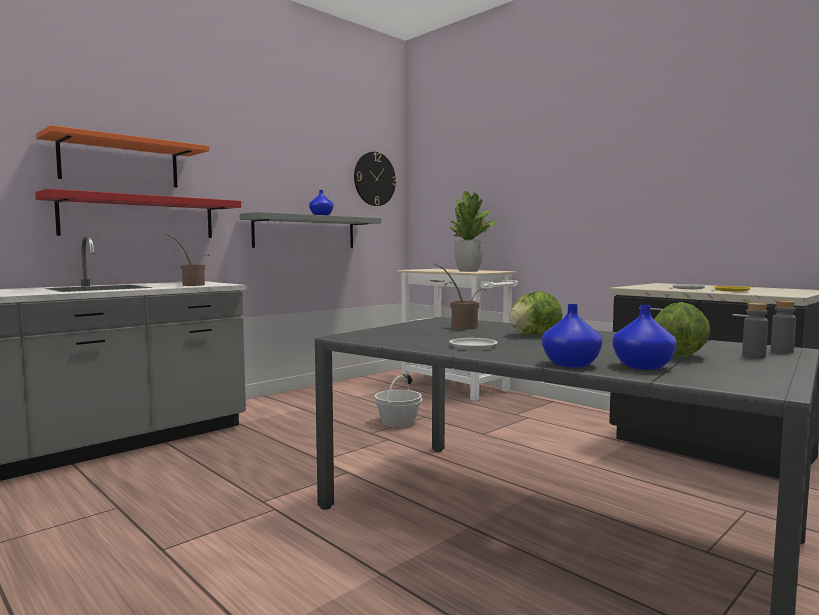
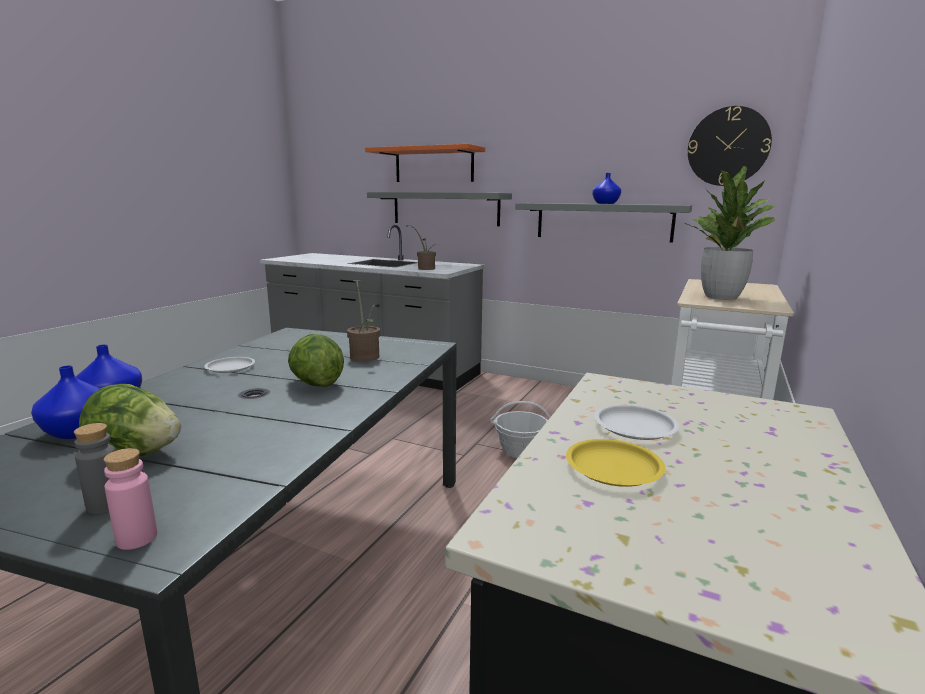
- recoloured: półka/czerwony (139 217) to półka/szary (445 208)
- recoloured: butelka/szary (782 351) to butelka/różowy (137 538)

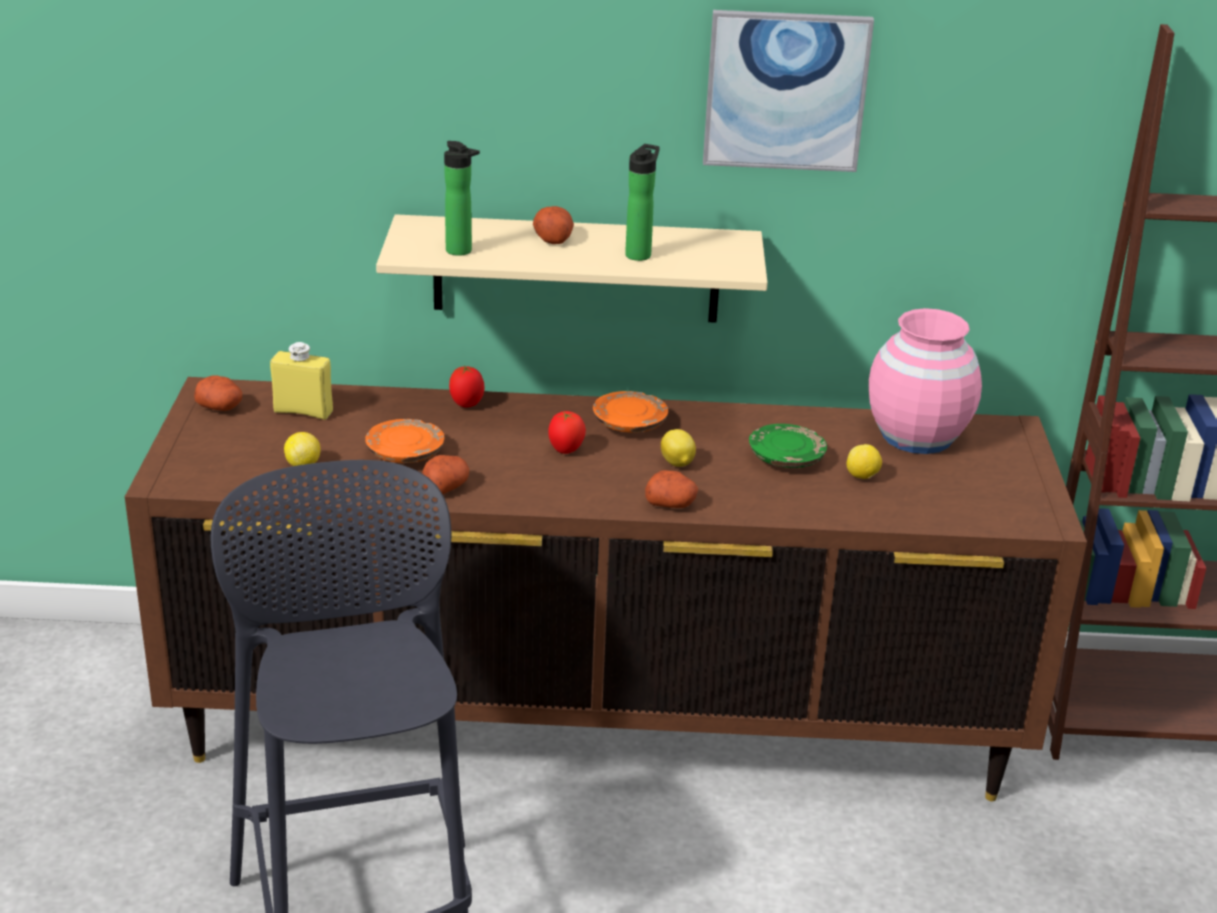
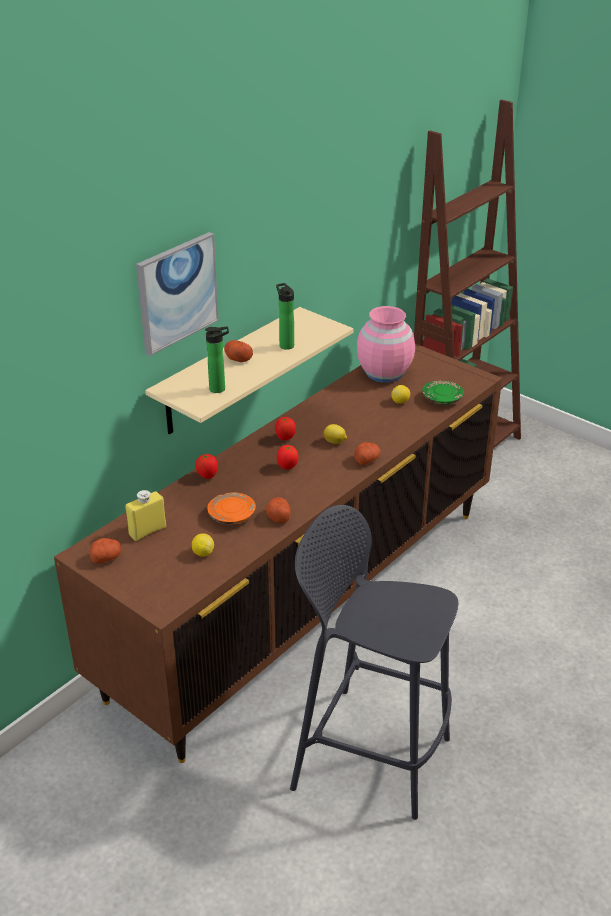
- moved: obraz (785 90) to (177 292)
- moved: talerz/zielony (786 458) to (442 399)
- replaced: talerz/pomarańczowy (629 424) to pomidor (285 438)

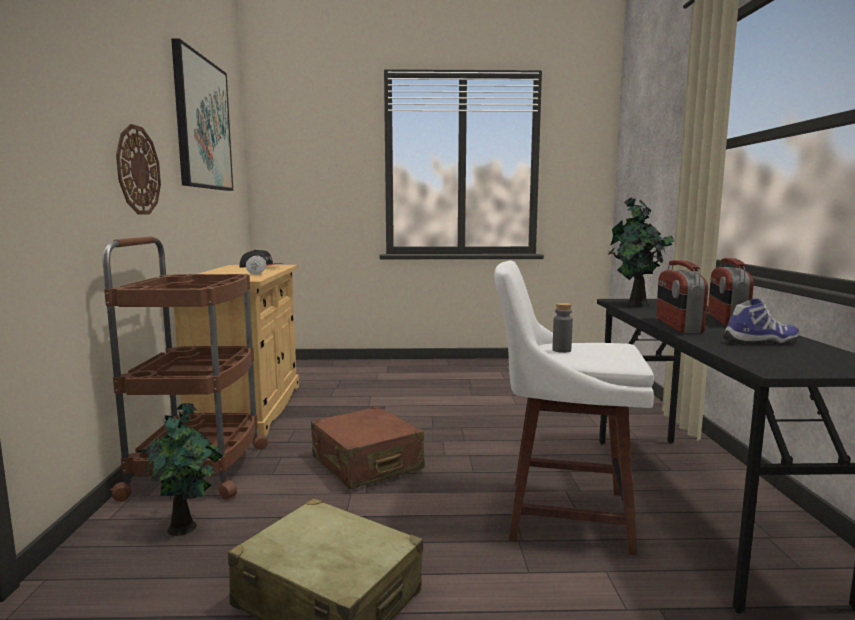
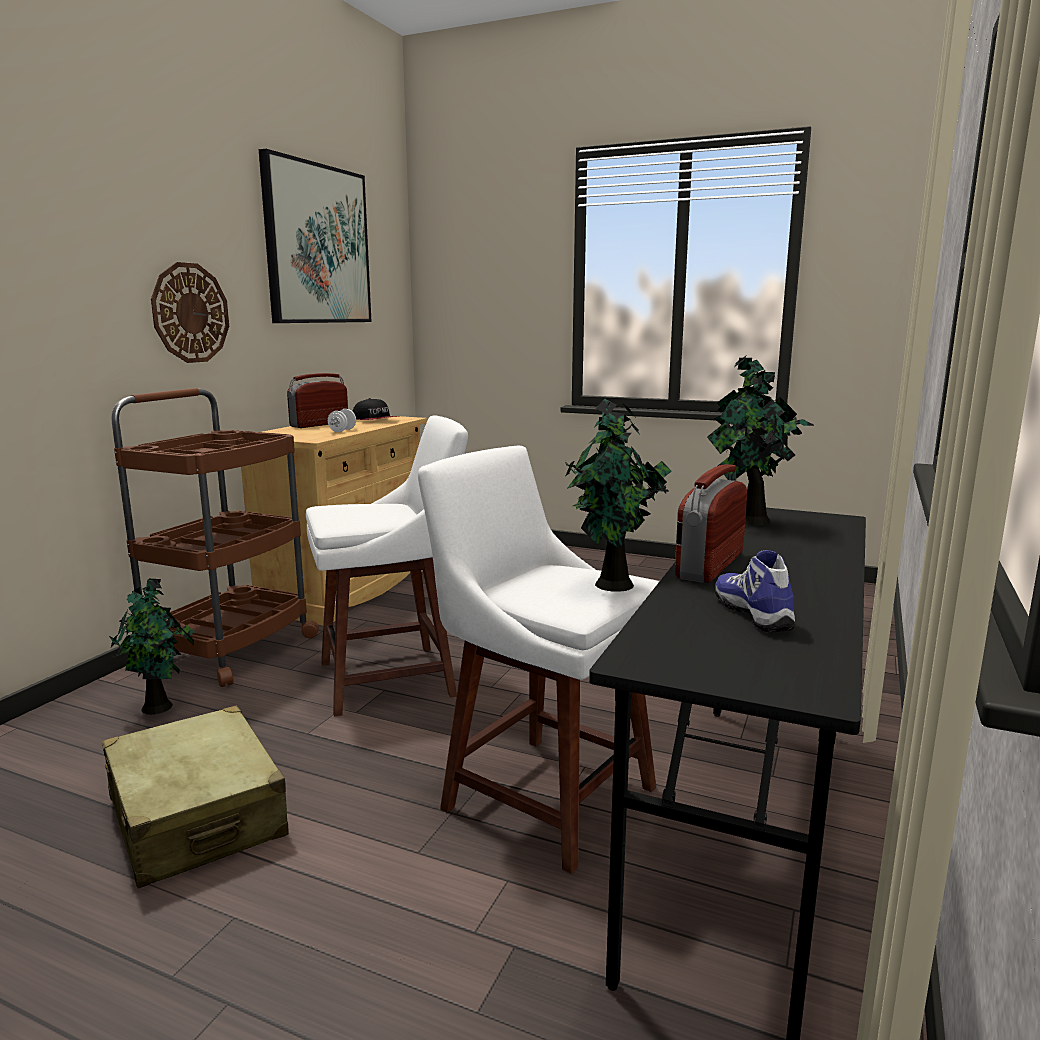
- removed: butelka/szary (561 350)
- added: roślina doniczkowa (614 586)
- moved: radio (726 320) to (319 424)
- replaced: walizka/brązowy (366 463) to stołek/biały (394 677)
- turned: but (761 342) = (755 613) 120 degrees counterclockwise

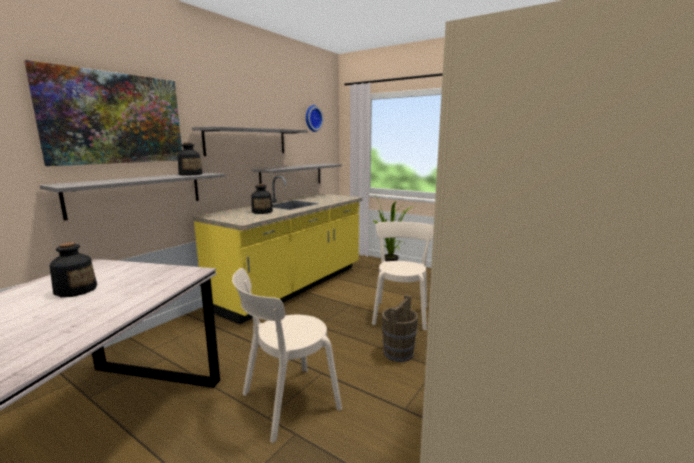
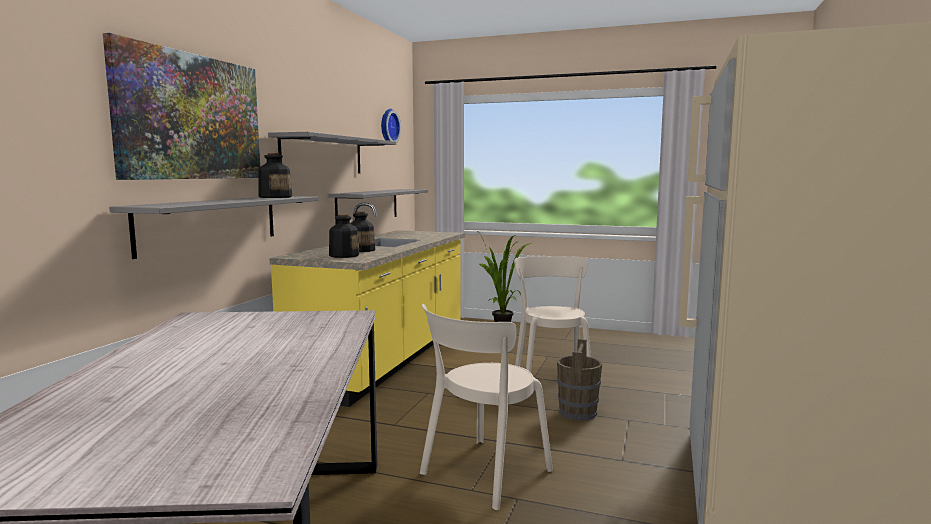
- moved: butelka (76 290) to (344 255)

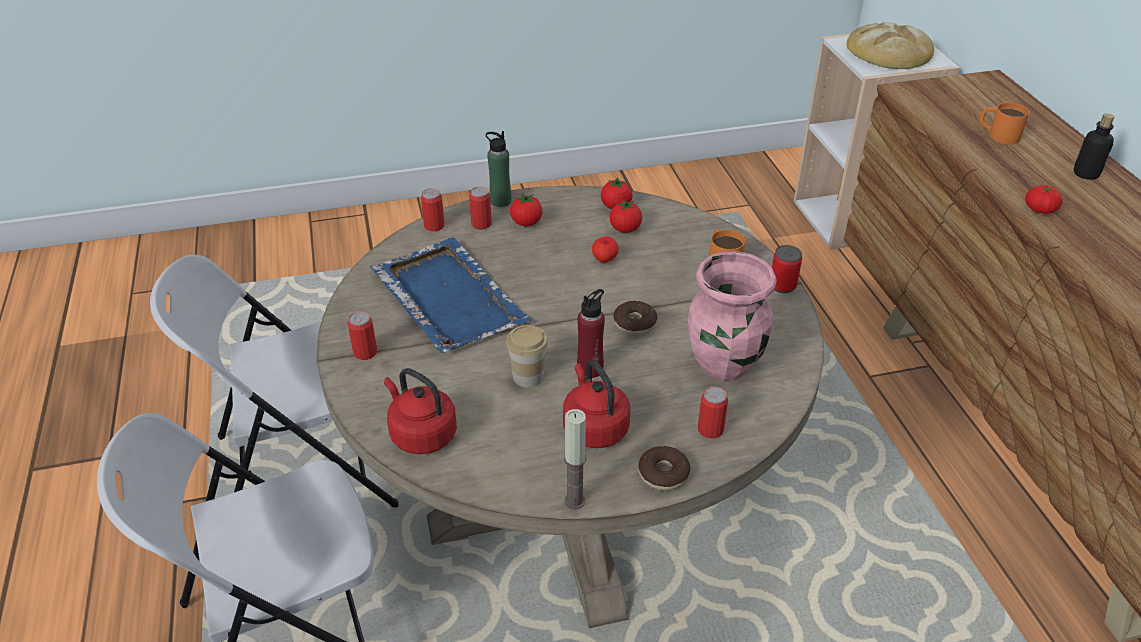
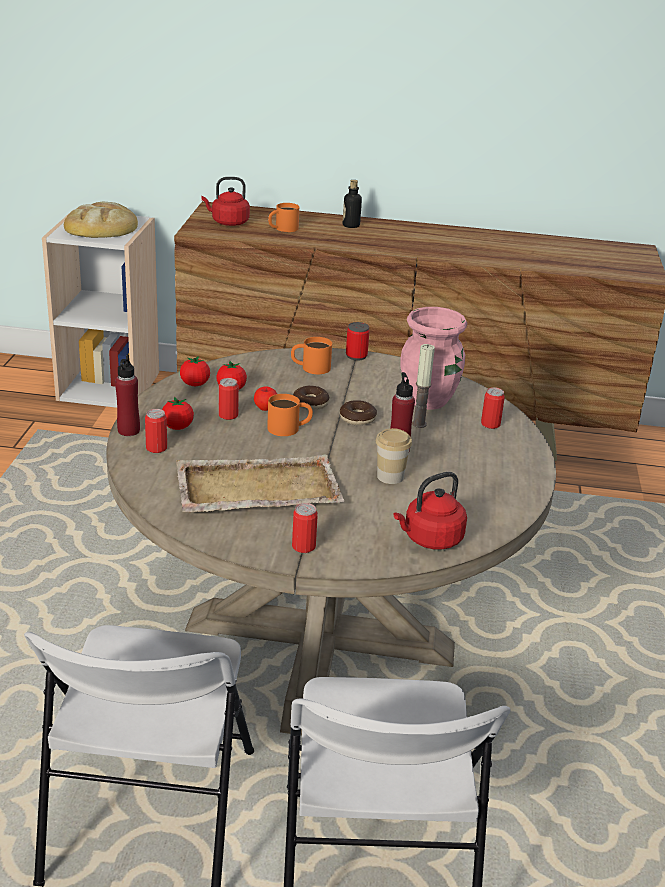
- removed: pomidor (1039 209)
- added: kubek/pomarańczowy (289 428)
- moved: puszka (434 226) to (228 415)
- moved: czajnik/czerwony (594 427) to (228 222)
- moved: świeca (575 501) to (419 424)
- moved: donut (663 474) to (310 403)
- recoloured: taca/niebieski (448 297) to taca/beżowy (256 488)
- recoloured: butelka/zielony (500 201) to butelka/czerwony (128 430)

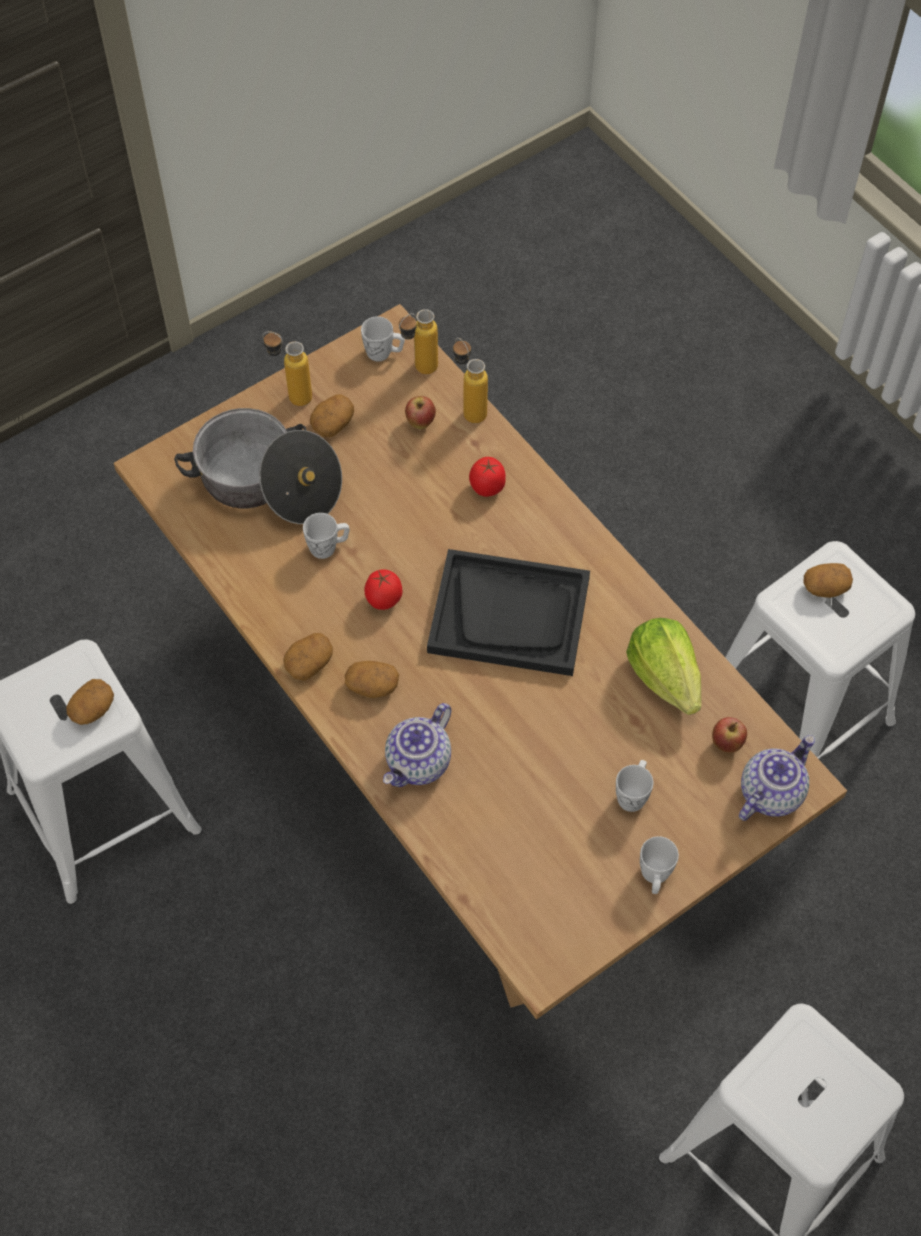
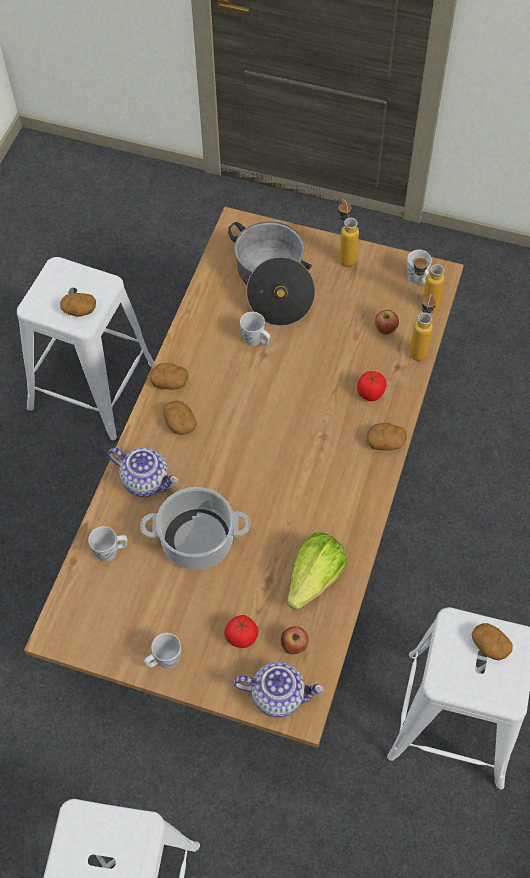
- removed: taca/czarny (509 615)
- added: garnek (198 540)
- moved: ziemniak (332 423) to (385 442)
- moved: pomidor (383 600) to (241 637)
- moved: kubek/biały (633 794) to (111 551)
- turned: imbryk (419 763) = (146 480) 150 degrees counterclockwise

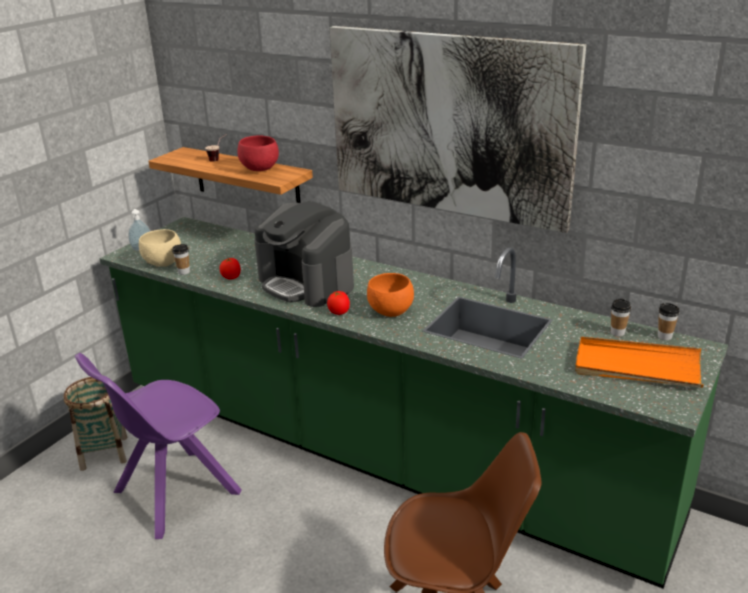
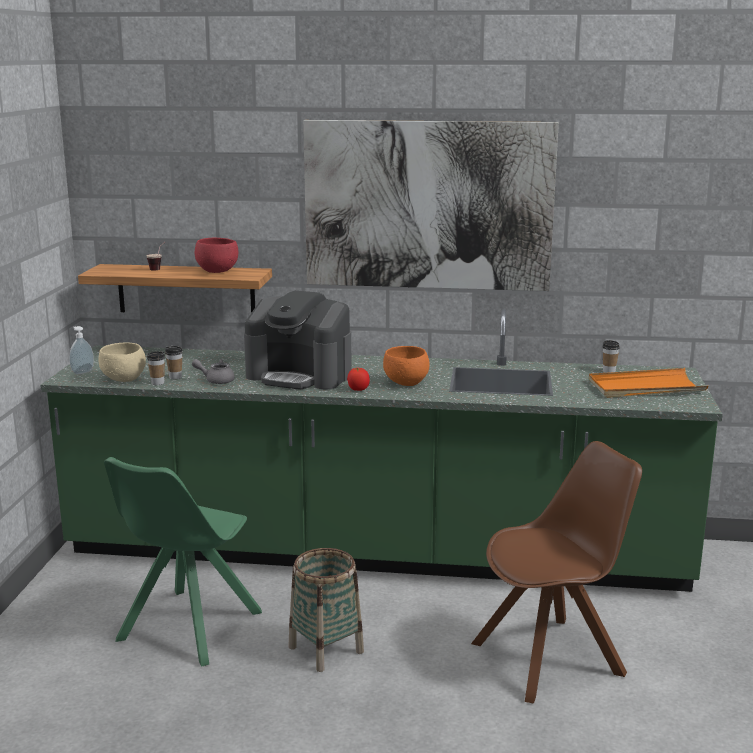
- moved: koszyk (104 453) to (326 649)
- moved: filiżanka (664 336) to (175 377)
- replaced: pomidor (231 277) to imbryk/szary (216 380)
- recoloured: krzesło/fioletowy (173 493) to krzesło/zielony (187 628)

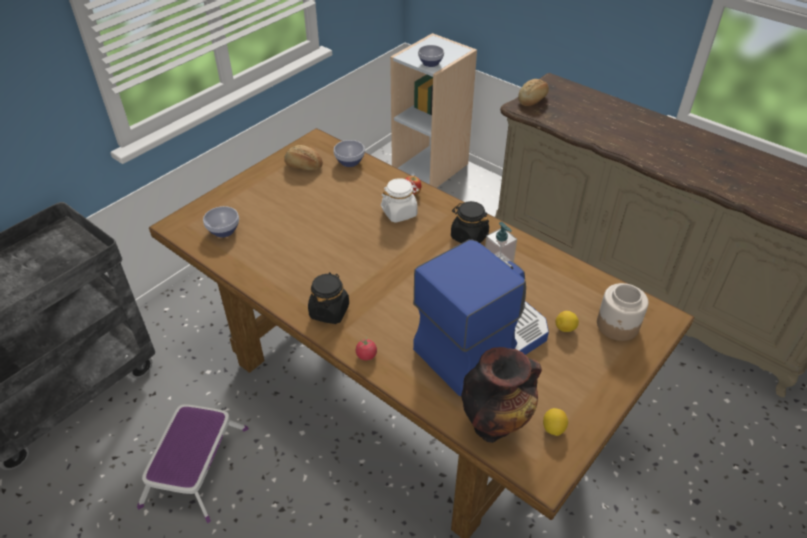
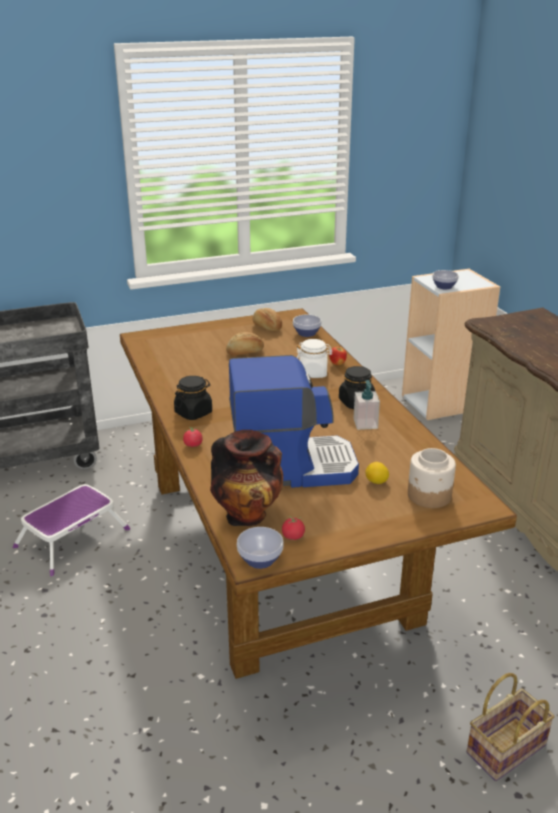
- added: koszyk (506 751)
- moved: miska (225 231) to (261 560)
- moved: chleb (533 99) to (245 352)
- replaced: cytryna (553 428) to pomidor (293 536)

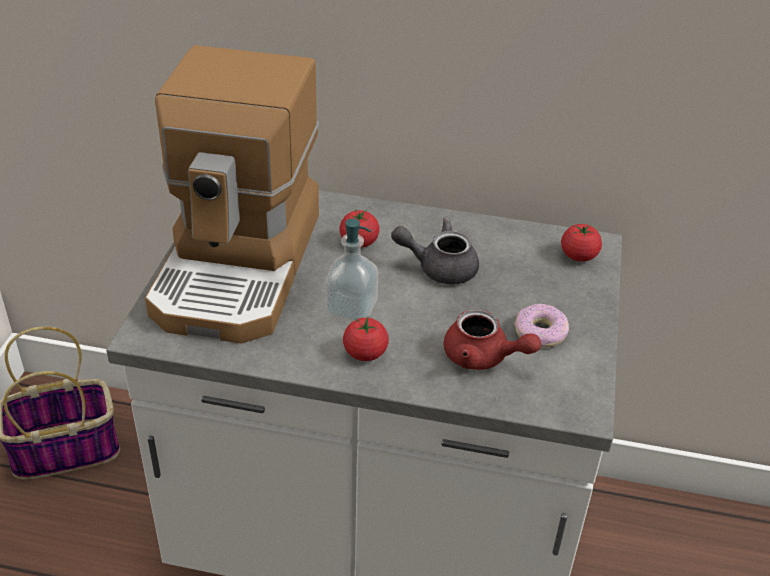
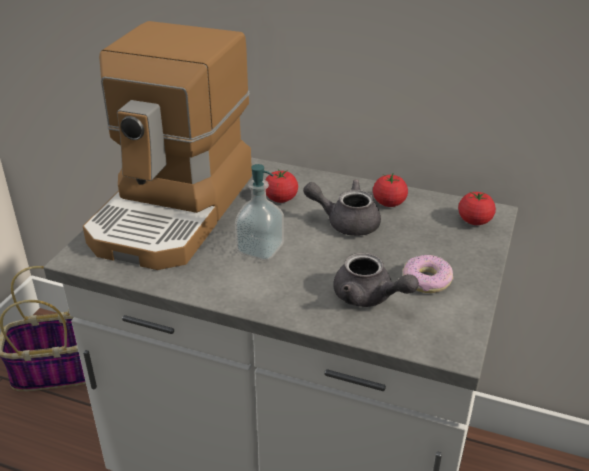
- moved: pomidor (365 353) to (389 203)
- recoloured: imbryk/czerwony (483 357) to imbryk/szary (369 297)

